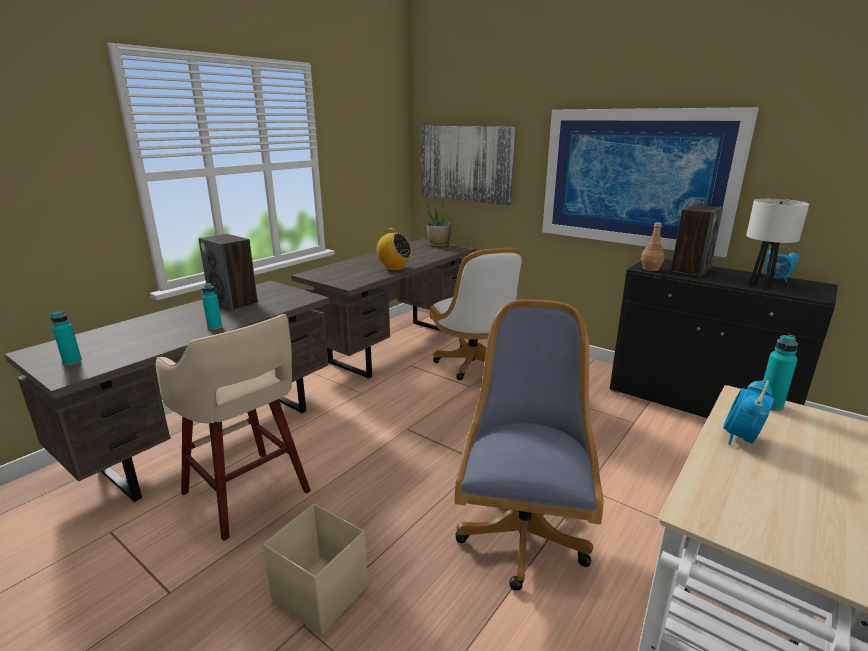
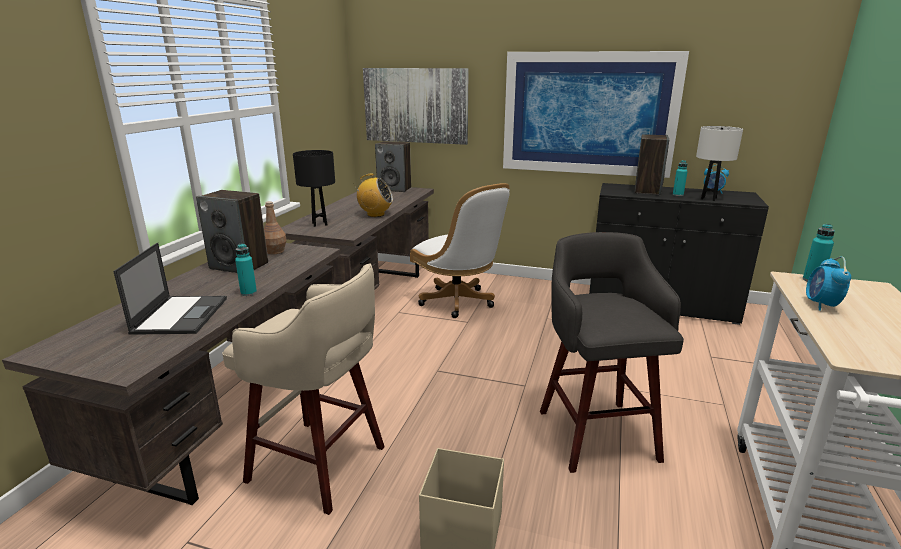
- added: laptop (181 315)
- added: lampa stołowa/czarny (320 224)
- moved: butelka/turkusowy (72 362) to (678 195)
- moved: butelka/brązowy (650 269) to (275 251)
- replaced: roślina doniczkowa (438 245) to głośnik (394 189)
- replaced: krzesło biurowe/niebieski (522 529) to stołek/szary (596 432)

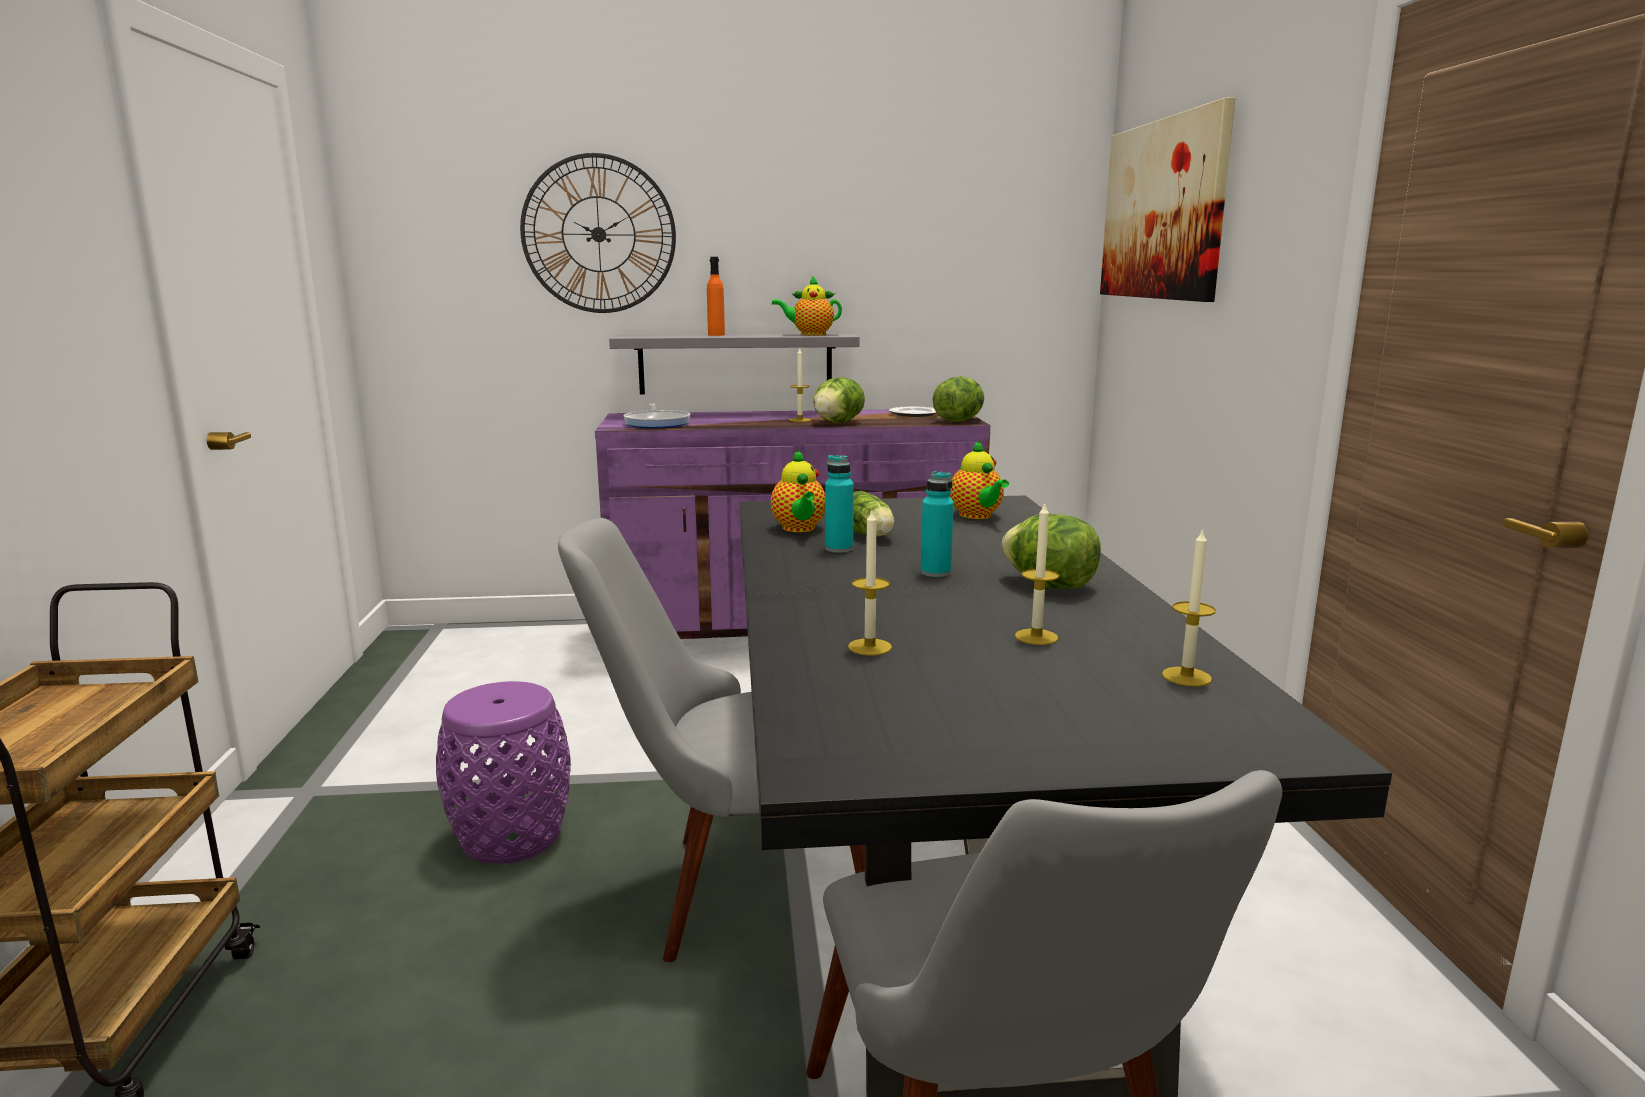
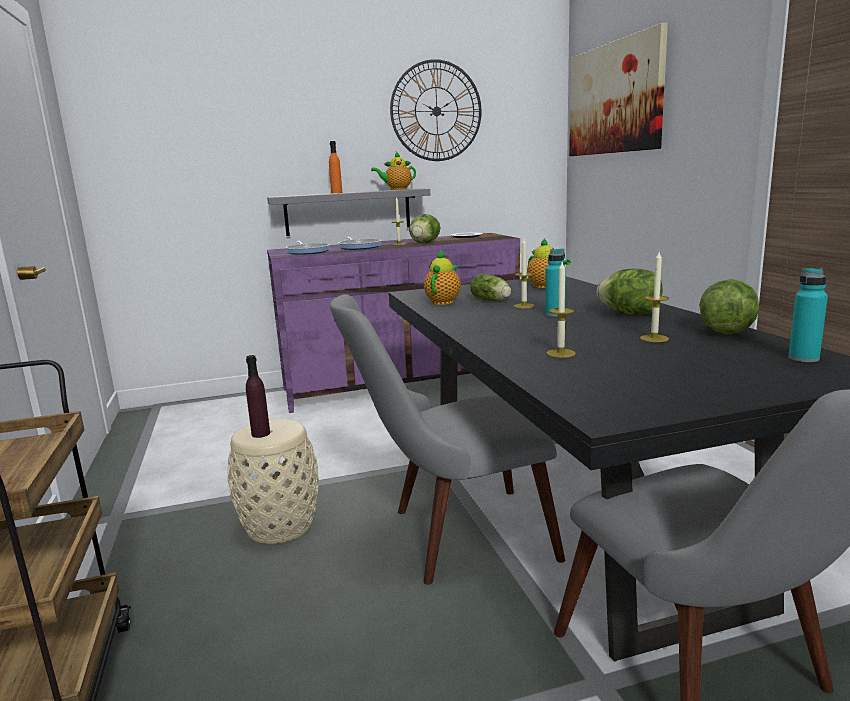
- added: butelka/fioletowy (260 434)
- added: patelnia (359 247)
- moved: zegar ścienny (598 234) to (436 111)
- moved: butelka/turkusowy (839 549) to (803 358)
- moved: sałata (959 421) to (726 331)
- moved: świeca (1186 677) to (524 306)
- recoloured: stołek/fioletowy (511 837) to stołek/beżowy (280 526)
- turned: imbryk (799 529) = (444 301) 135 degrees counterclockwise

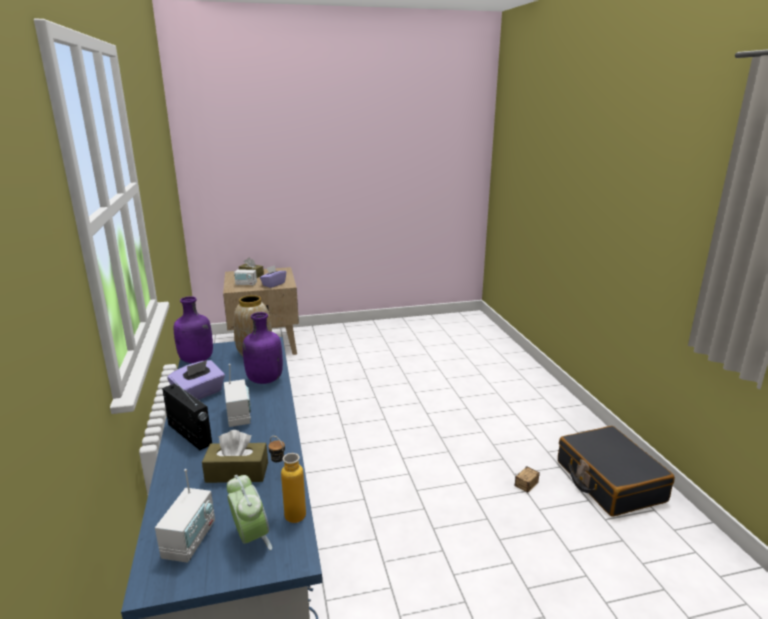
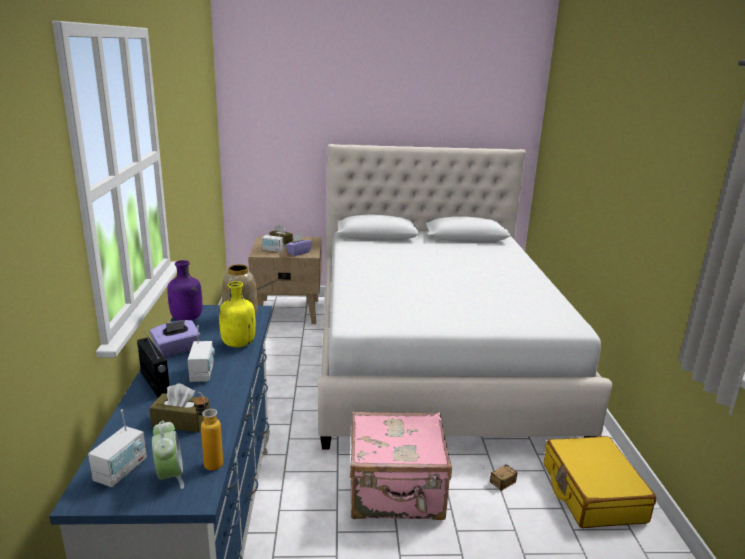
- added: łóżko/biały (433 358)
- added: walizka/różowy (396 493)
- recoloured: butelka/fioletowy (264 380) to butelka/żółty (237 344)
- recoloured: walizka/czarny (609 481) to walizka/żółty (592 492)

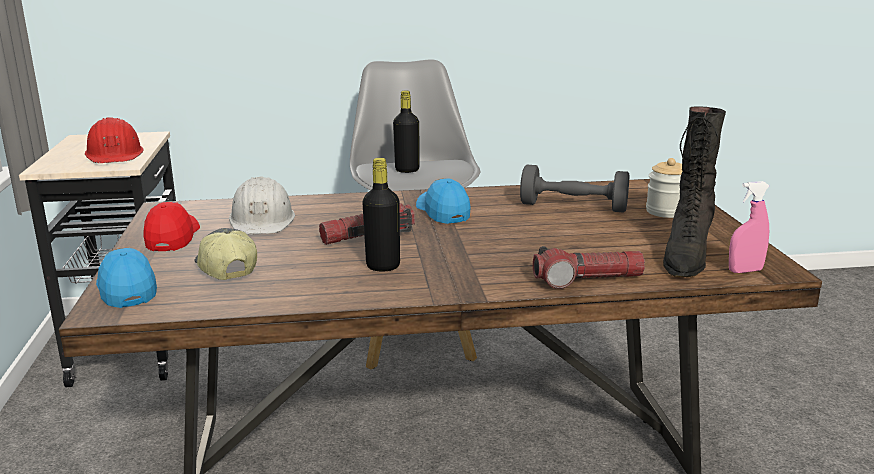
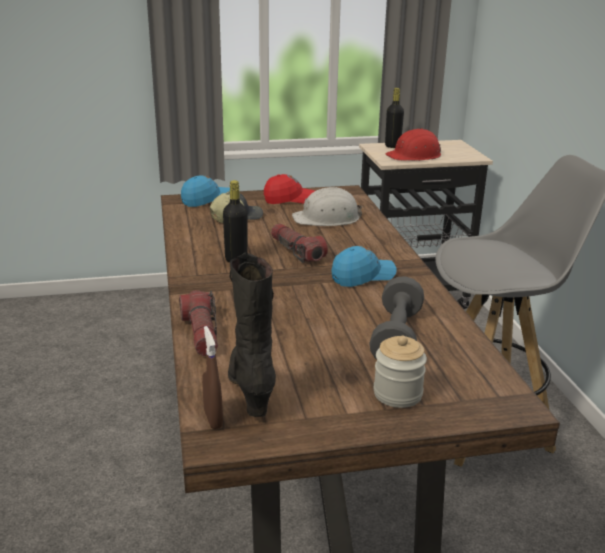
- moved: butelka/czarny (407 170) to (392 146)
- recoloured: spryskiwacz/różowy (745 271) to spryskiwacz/brązowy (213 419)
- turned: but z cholewką/czarny (686 257) = (251 388) 60 degrees clockwise

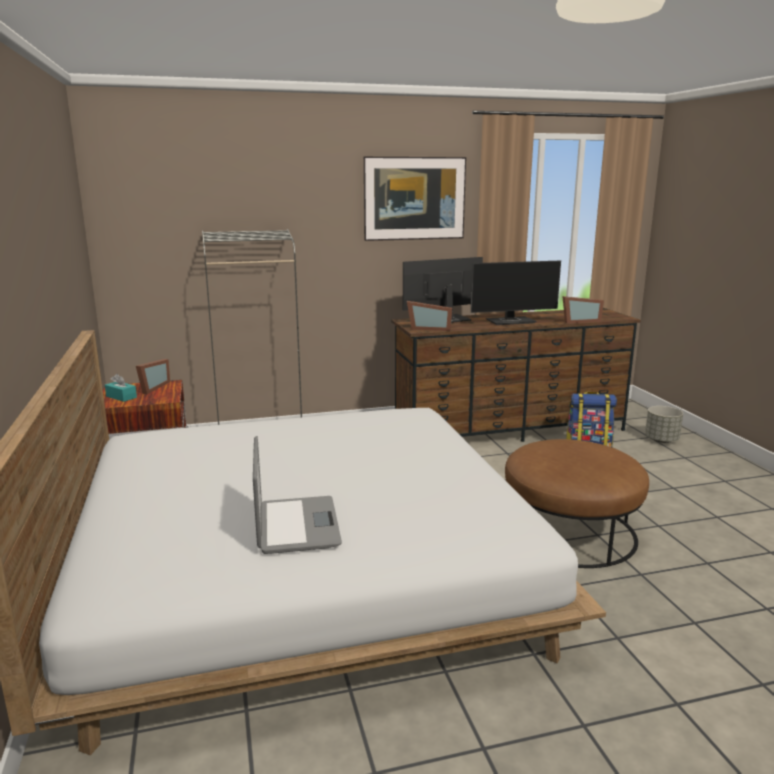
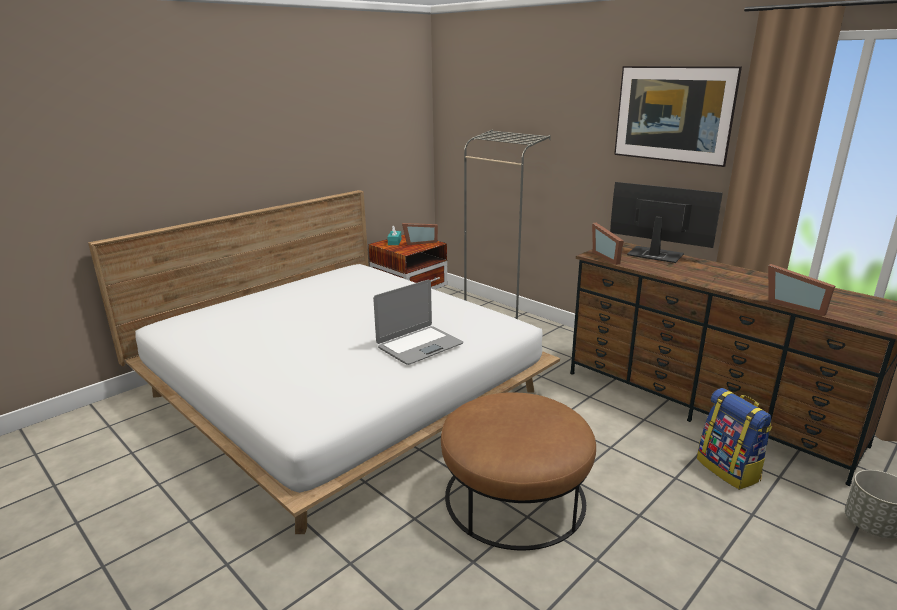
- removed: monitor (511 321)
- moved: laptop (296 525) to (419 346)

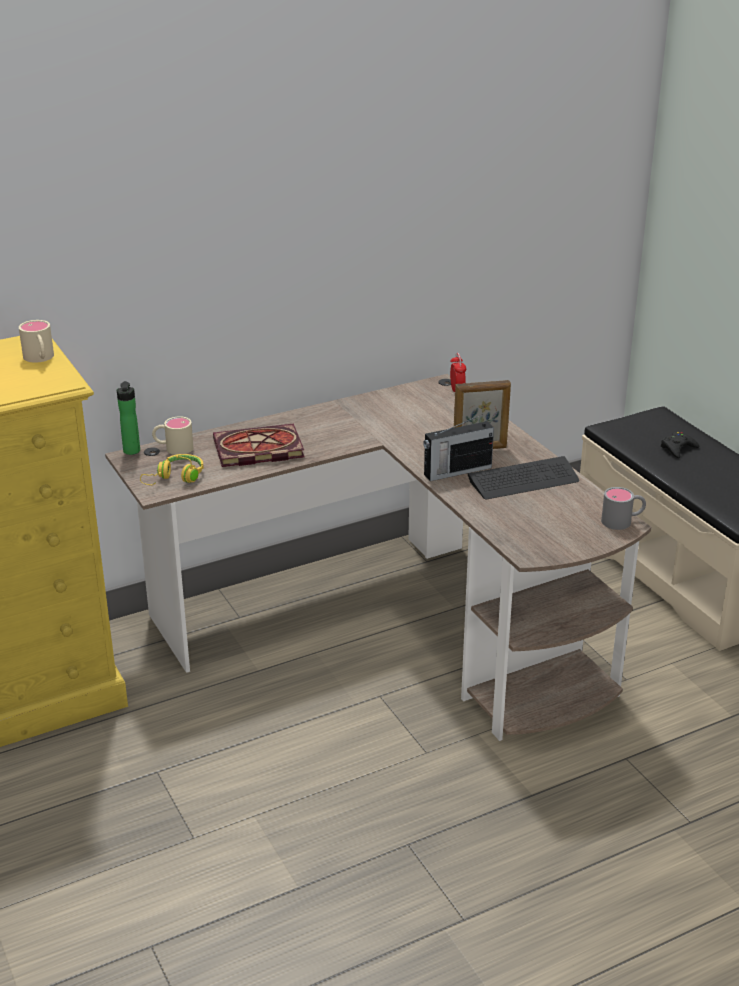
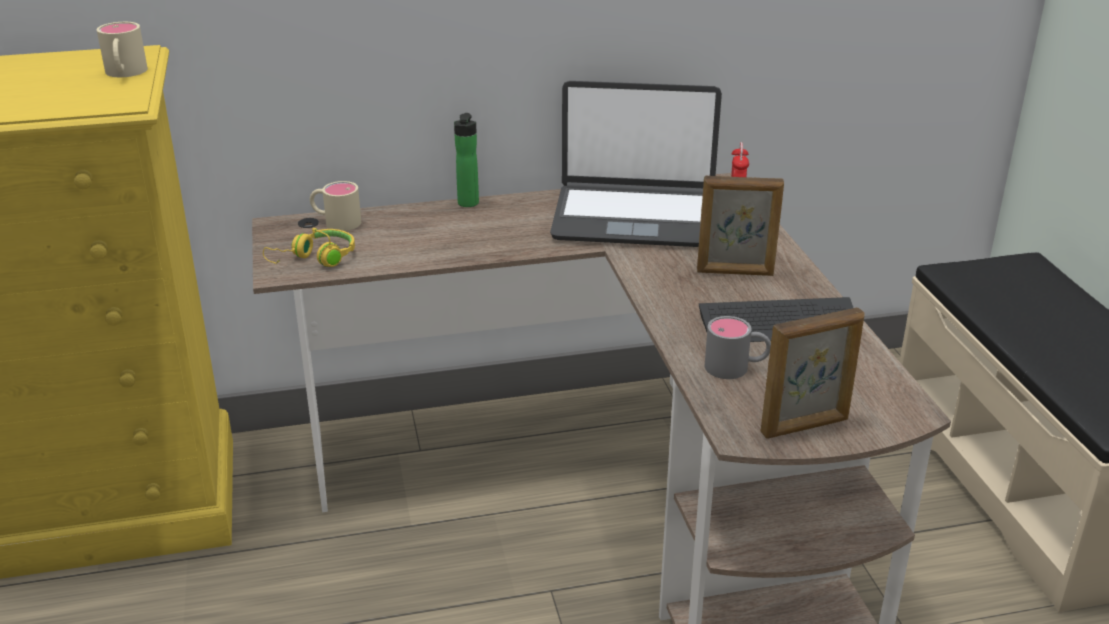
- removed: książka (256 450)
- removed: radio (456 471)
- removed: pad do gier/czarny (678 448)
- added: laptop (634 217)
- added: ramka na zdjęcie (805 426)
- moved: butelka (131 452) to (467 204)
- moved: kubek/szary (623 521) to (736 367)

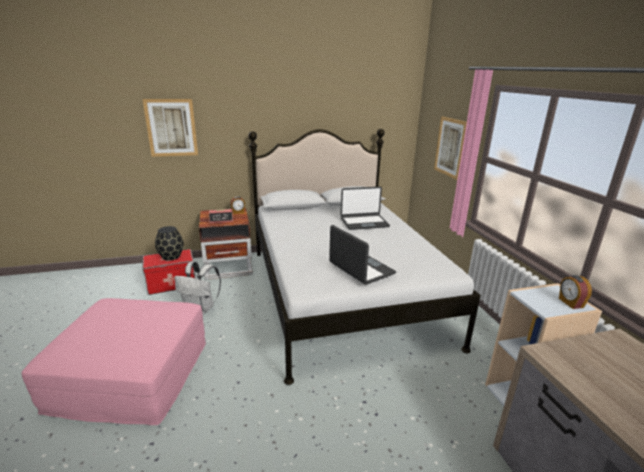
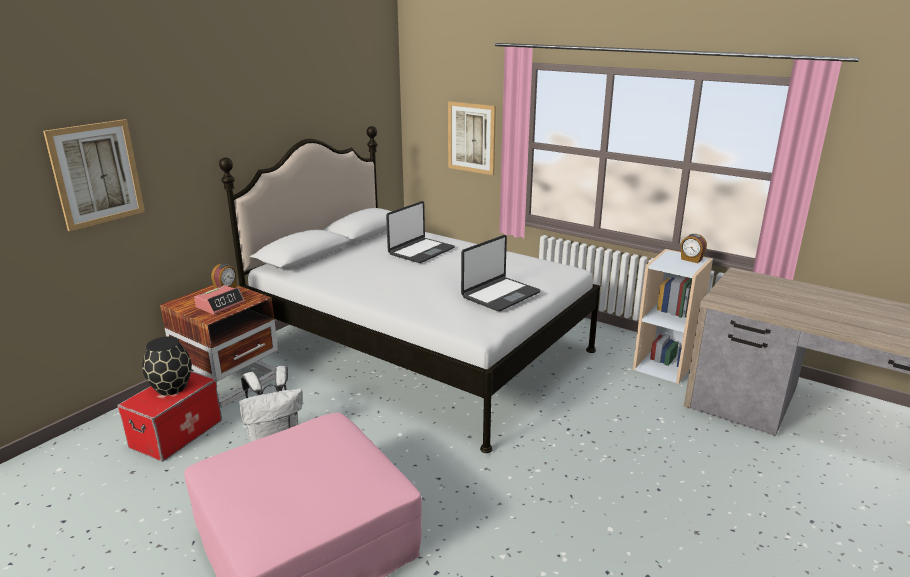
- turned: laptop (361 269) = (500 295) 120 degrees clockwise

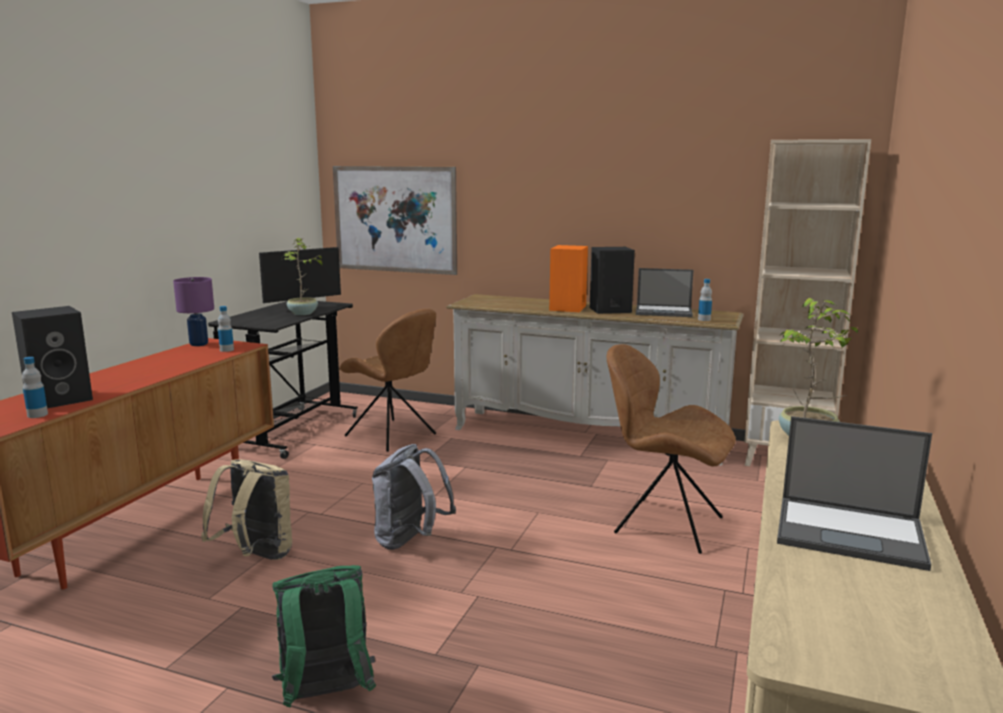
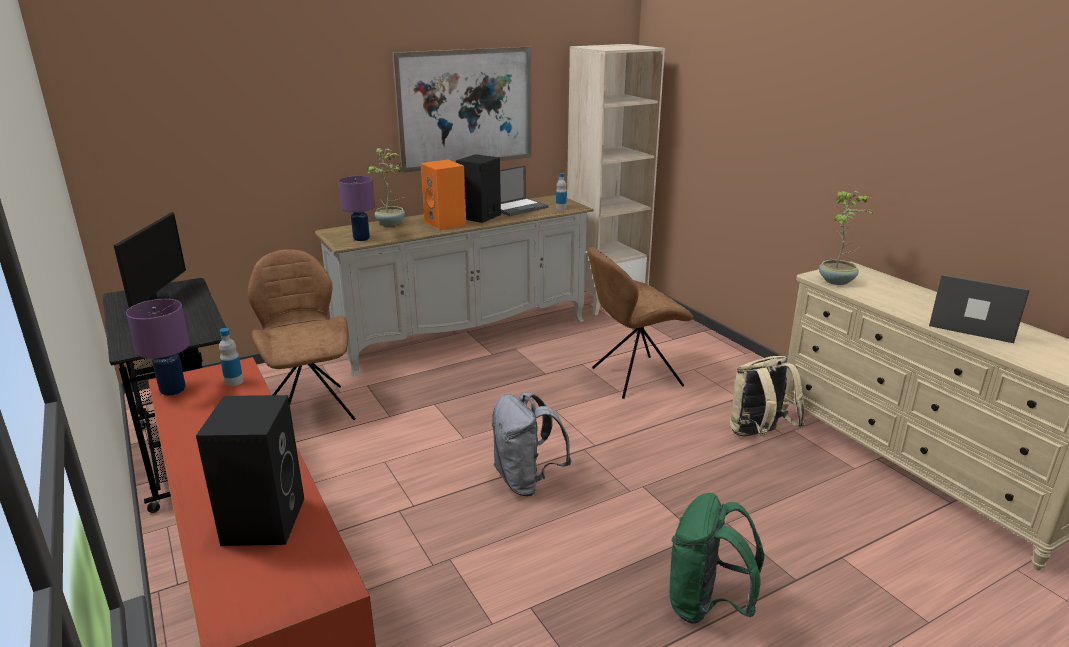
- removed: butelka (37 415)
- added: lampa stołowa/fioletowy (360 239)
- moved: plecak/beżowy (256 557) to (759 435)
- moved: roślina doniczkowa (303 314) to (391 223)
- moved: obraz (394 219) to (466 108)
- turned: krzesło/brązowy (392 436) = (310 408) 105 degrees counterclockwise
- turned: laptop (851 532) = (971 324) 120 degrees counterclockwise

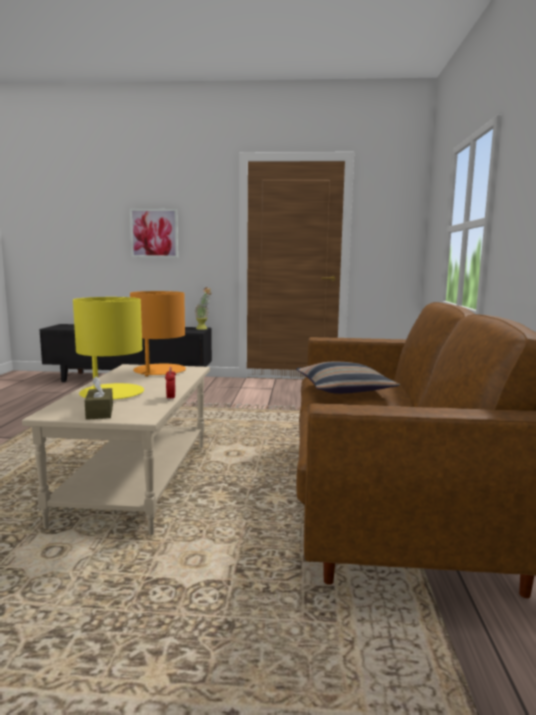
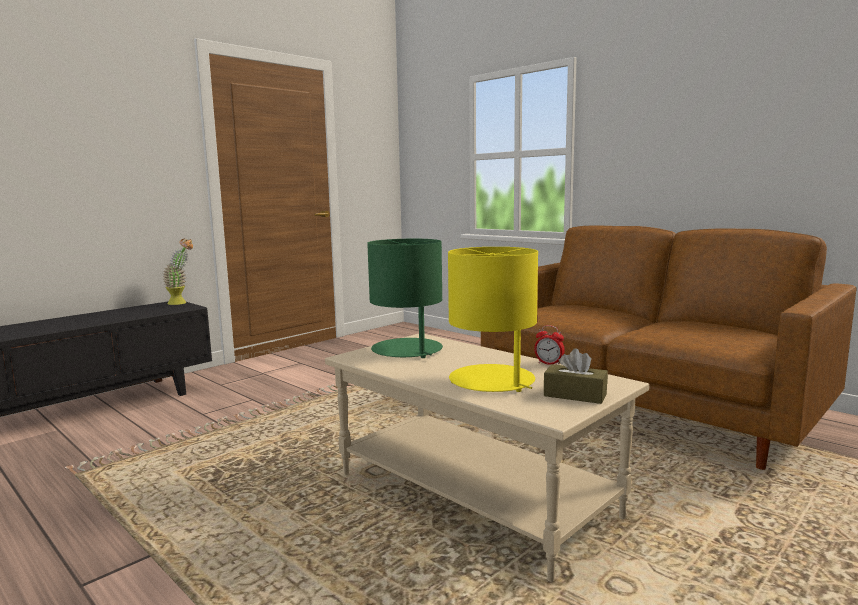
- removed: obraz (154 233)
- removed: poduszka (344 389)
- recoloured: lampa stołowa/pomarańczowy (159 371) to lampa stołowa/zielony (407 350)

